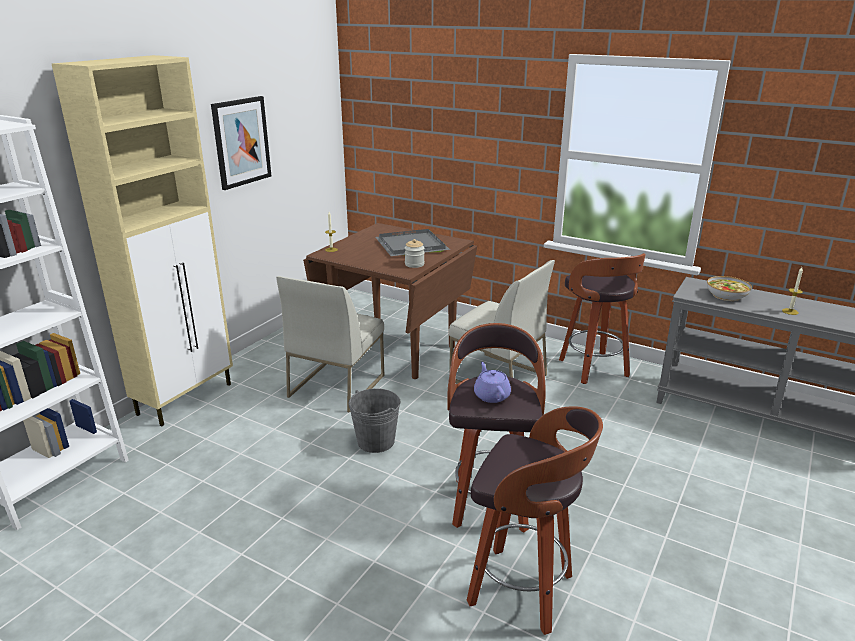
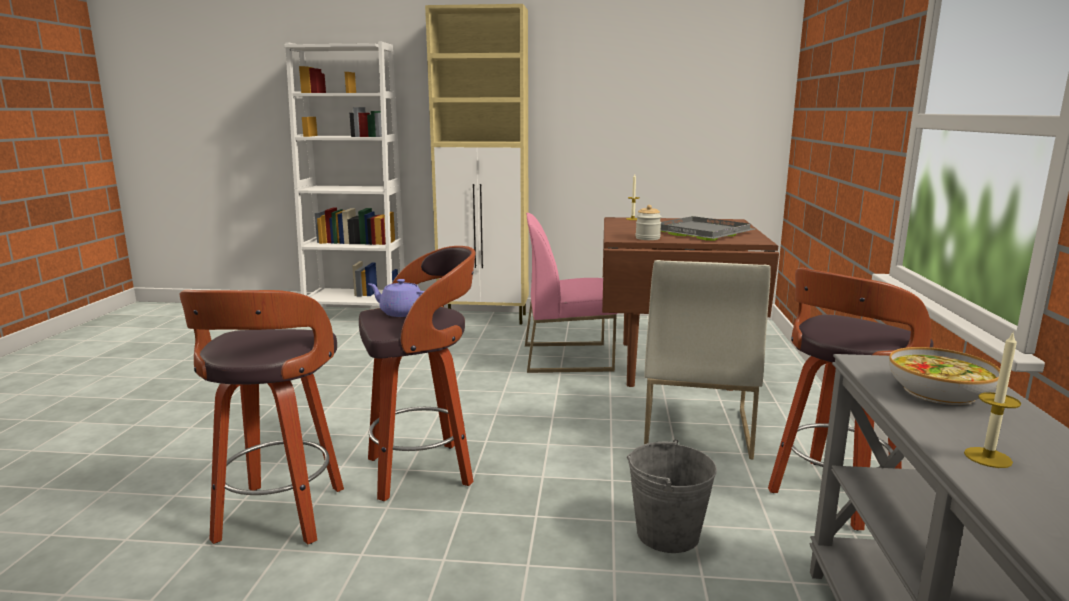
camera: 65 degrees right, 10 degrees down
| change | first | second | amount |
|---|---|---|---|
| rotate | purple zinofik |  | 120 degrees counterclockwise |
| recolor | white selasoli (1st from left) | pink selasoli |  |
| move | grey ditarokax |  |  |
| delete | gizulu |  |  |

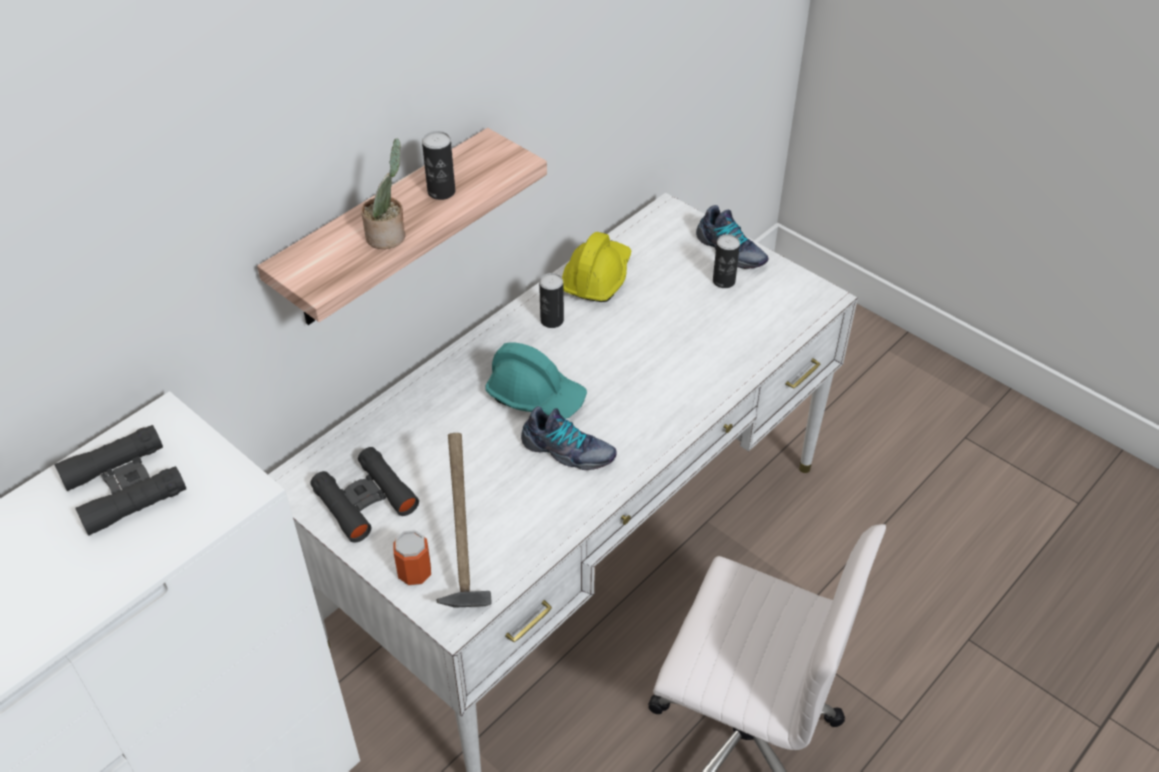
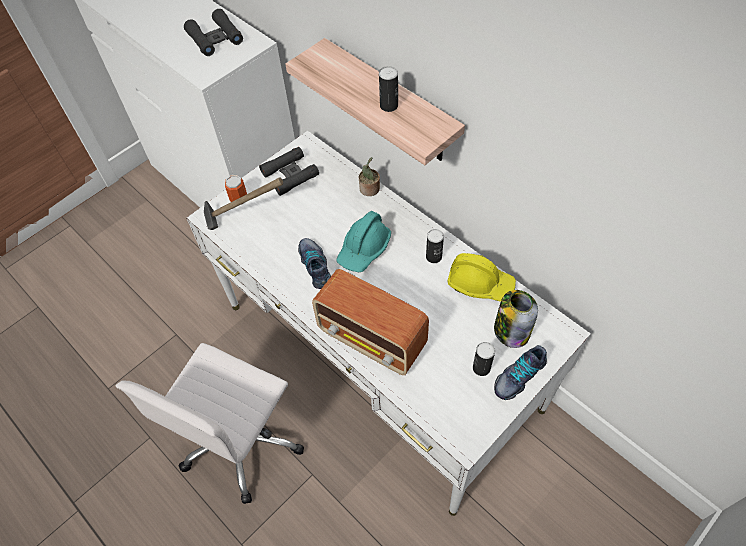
camera: 95 degrees right, 10 degrees up
| change | first | second | amount |
|---|---|---|---|
| rotate | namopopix (1st from left) |  | 135 degrees clockwise |
| insert |  | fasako |  |
| move | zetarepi |  |  |
| insert |  | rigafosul |  |

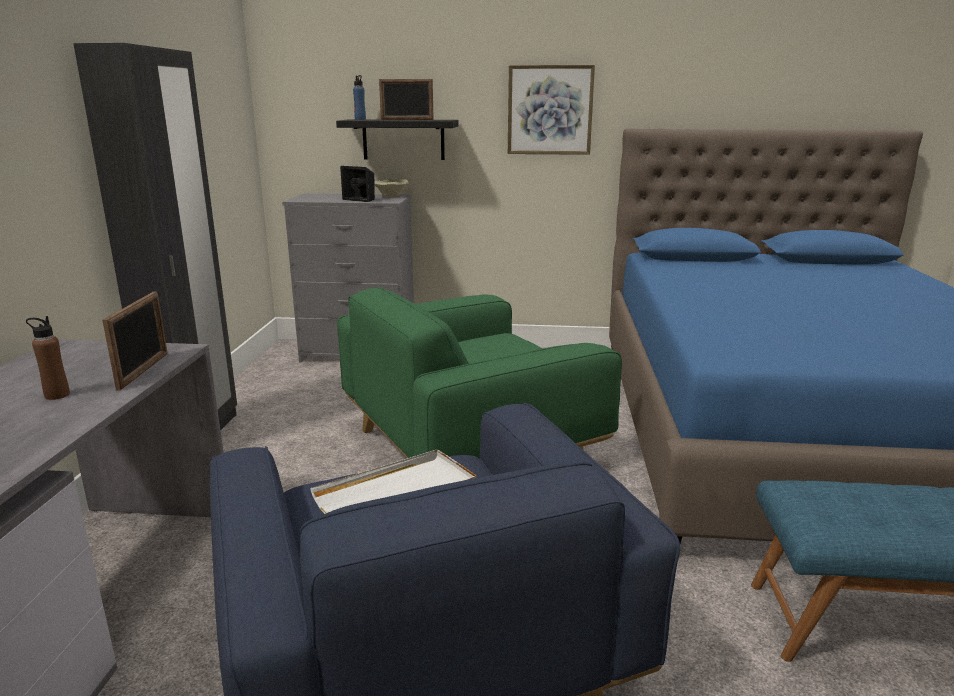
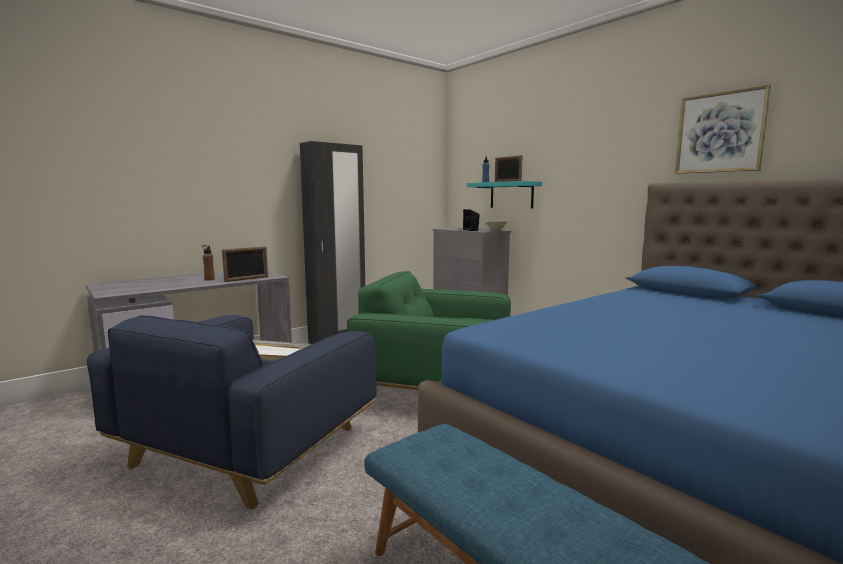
camera: 45 degrees right, 10 degrees down
| change | first | second | amount |
|---|---|---|---|
| recolor | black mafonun | turquoise mafonun |  |
| move | gizulu |  |  |

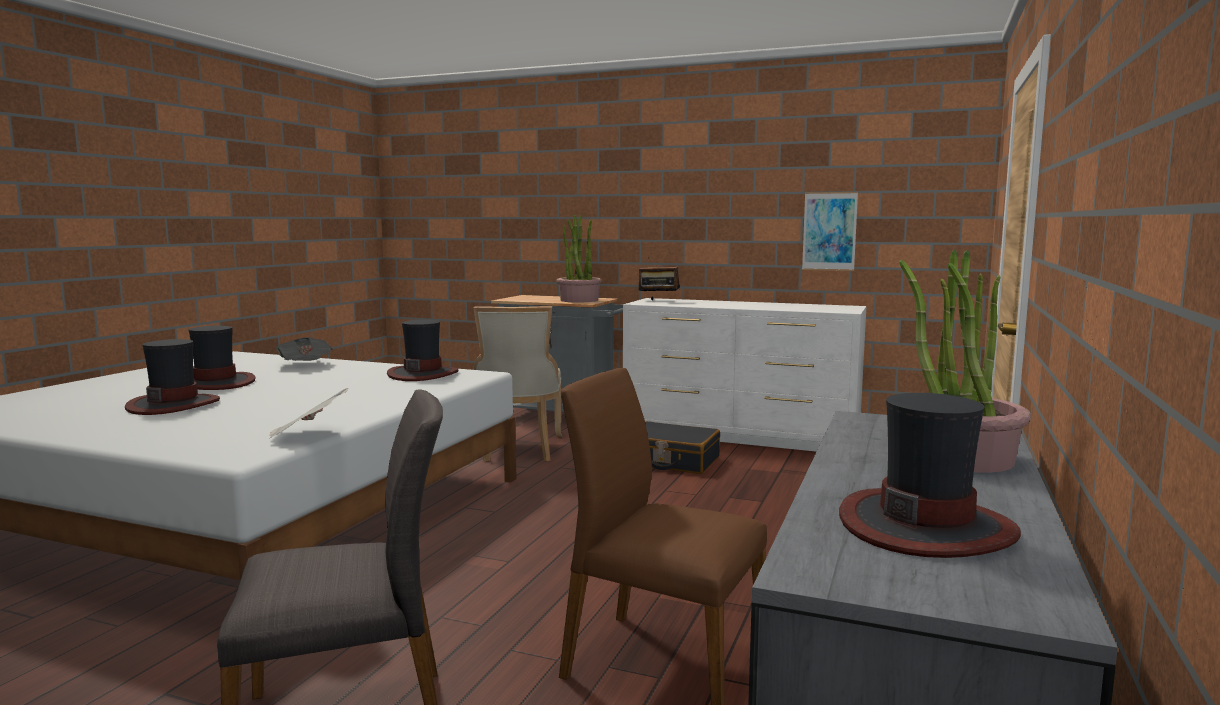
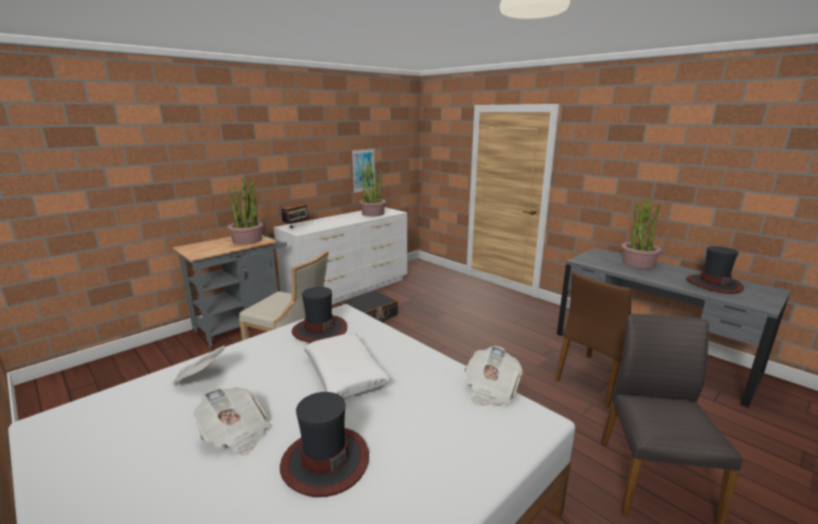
camera: 65 degrees left, 10 degrees up
| change | first | second | amount |
|---|---|---|---|
| replace | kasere (2nd from left) | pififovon (2nd from left) |  |
| insert |  | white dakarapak |  |
| insert |  | zetarepi (2nd from left) |  |

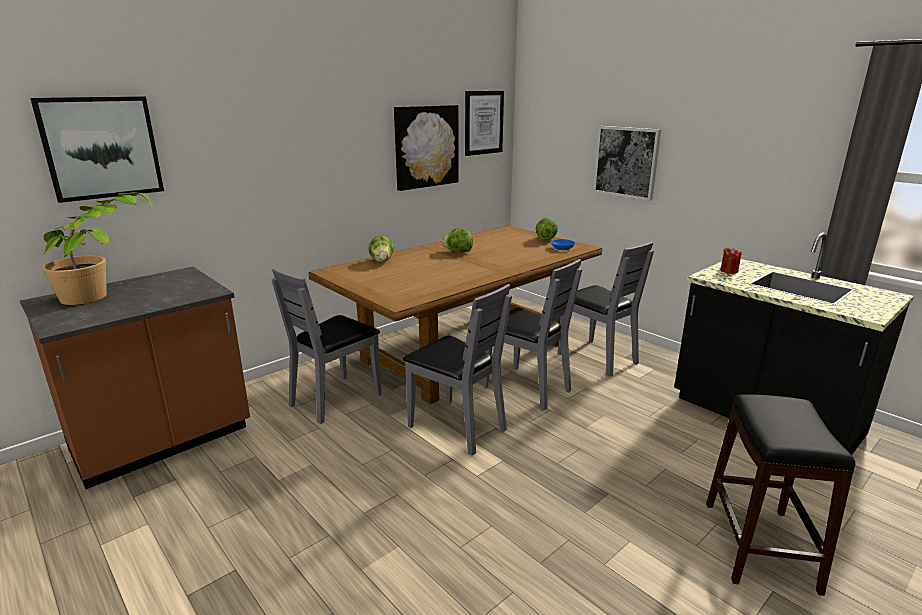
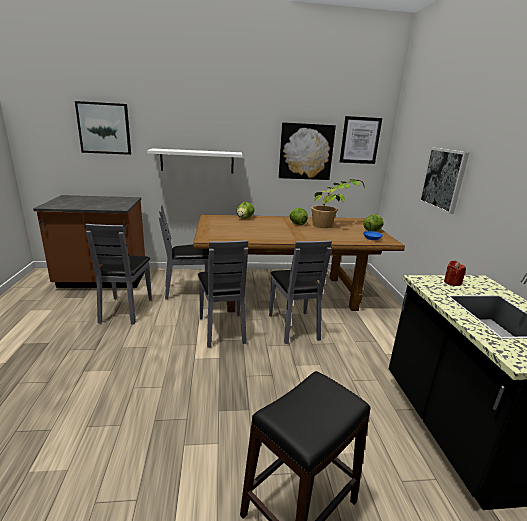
camera: 35 degrees right, 0 degrees up
| change | first | second | amount |
|---|---|---|---|
| move | grey selasoli (4th from left in the first image) | grey selasoli (1st from left) |  |
| insert |  | white mafonun |  |
| move | zetarepi |  |  |

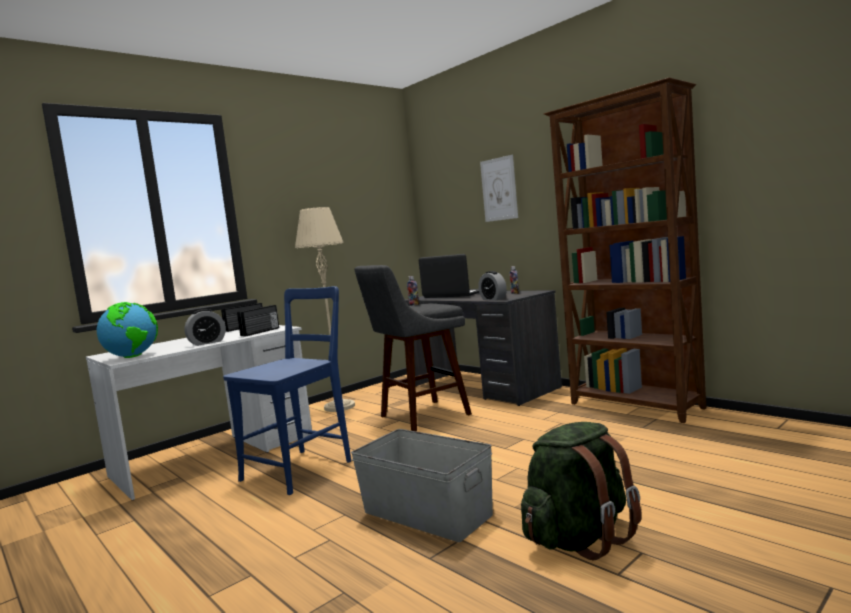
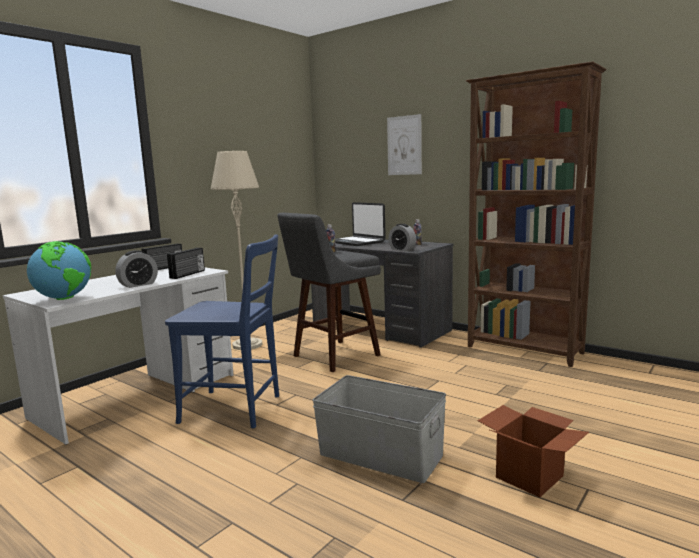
camera: 10 degrees left, 5 degrees up
| change | first | second | amount |
|---|---|---|---|
| rotate | blue selasoli |  | 75 degrees clockwise |
| rotate | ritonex |  | 150 degrees counterclockwise |
| replace | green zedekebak | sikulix |  |

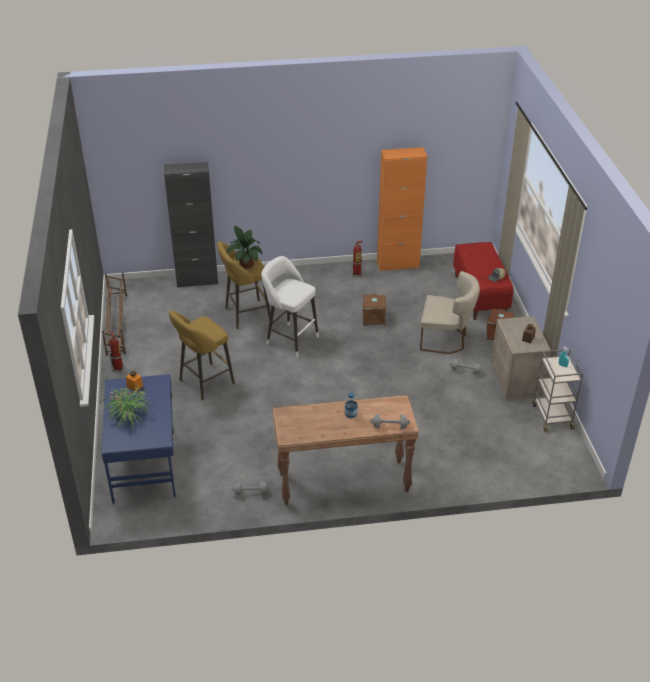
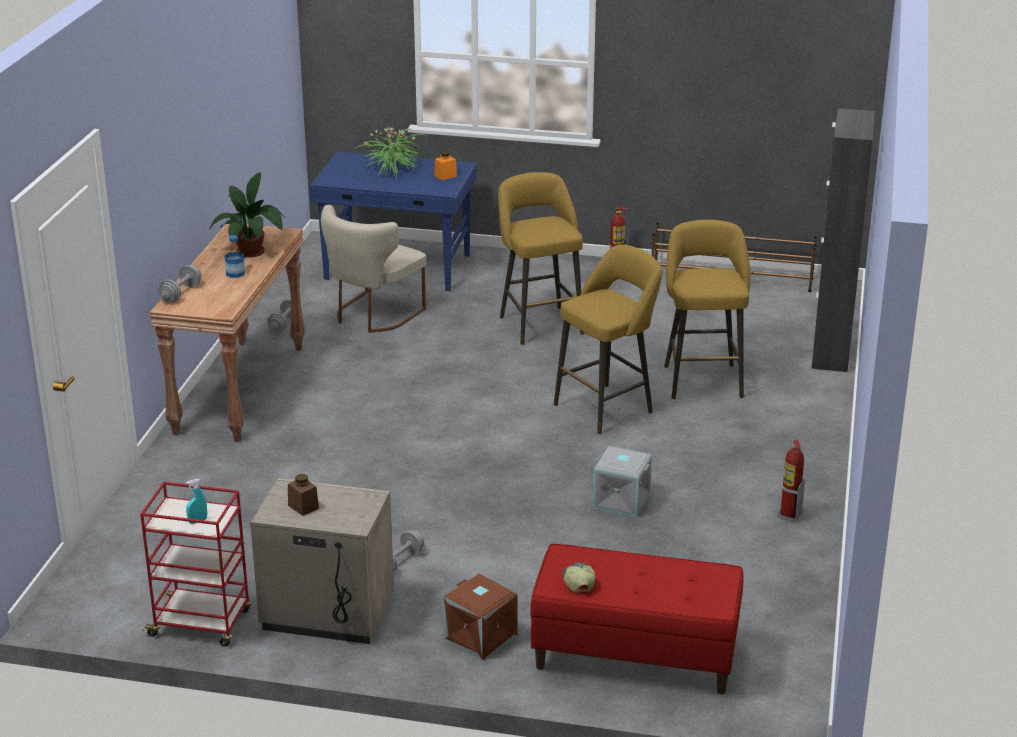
camera: 110 degrees right, 10 degrees down
| change | first | second | amount |
|---|---|---|---|
| recolor | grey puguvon | red puguvon |  |
| move | zetarepi (2nd from left in the first image) | zetarepi (1st from left) |  |
| move | beige selasoli |  |  |
| recolor | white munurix | yellow munurix (2nd from left) |  |
| recolor | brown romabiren (1st from left) | grey romabiren |  |
| delete | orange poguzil |  |  |

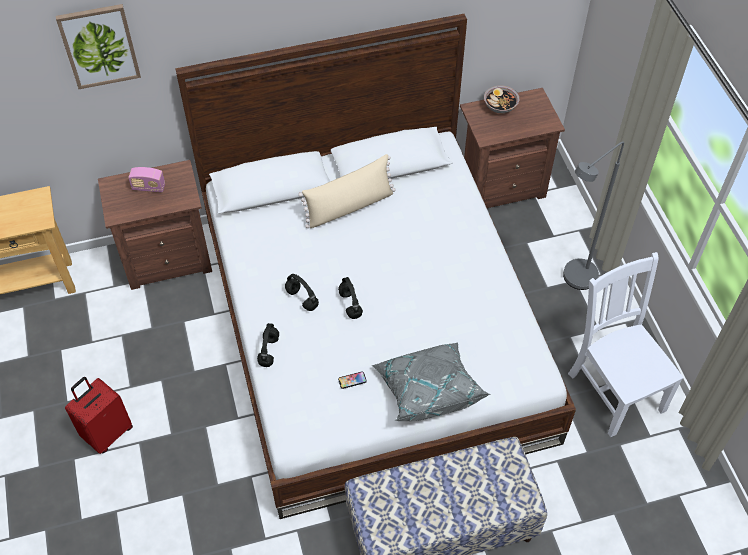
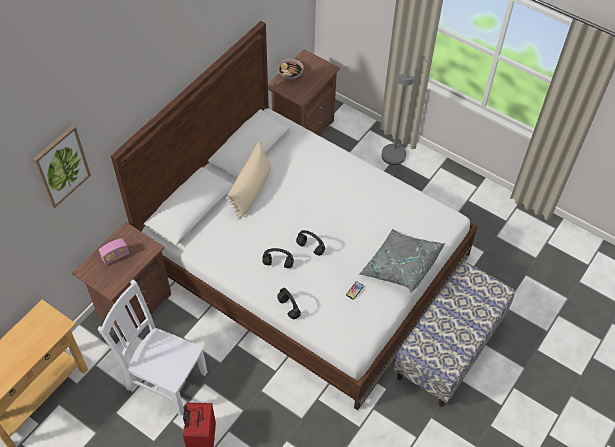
camera: 40 degrees left, 0 degrees up
| change | first | second | amount |
|---|---|---|---|
| move | white selasoli |  |  |

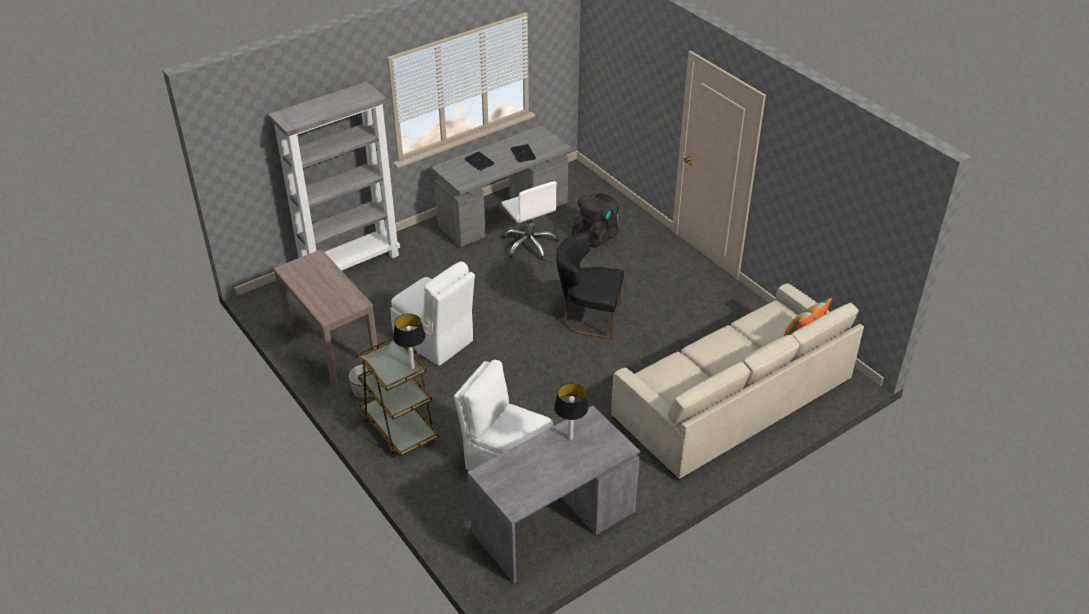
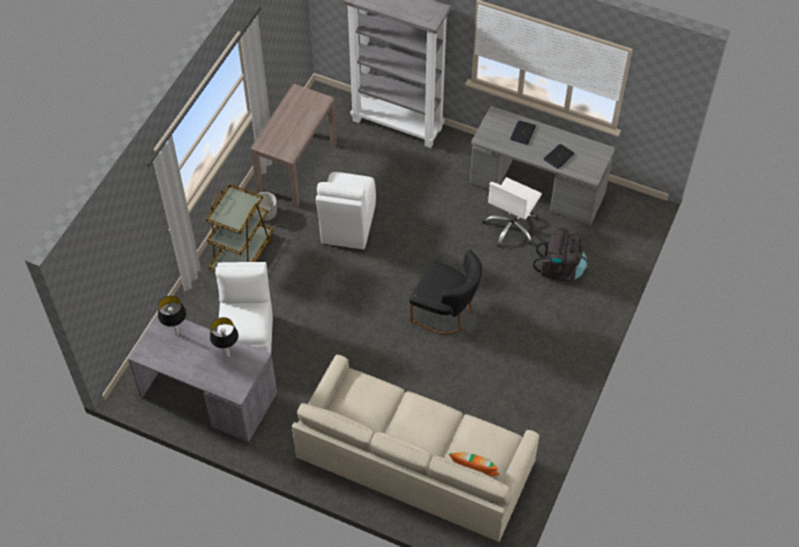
camera: 60 degrees right, 15 degrees up
| change | first | second | amount |
|---|---|---|---|
| move | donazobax (1st from left) |  |  |
| rotate | black selasoli |  | 135 degrees clockwise |

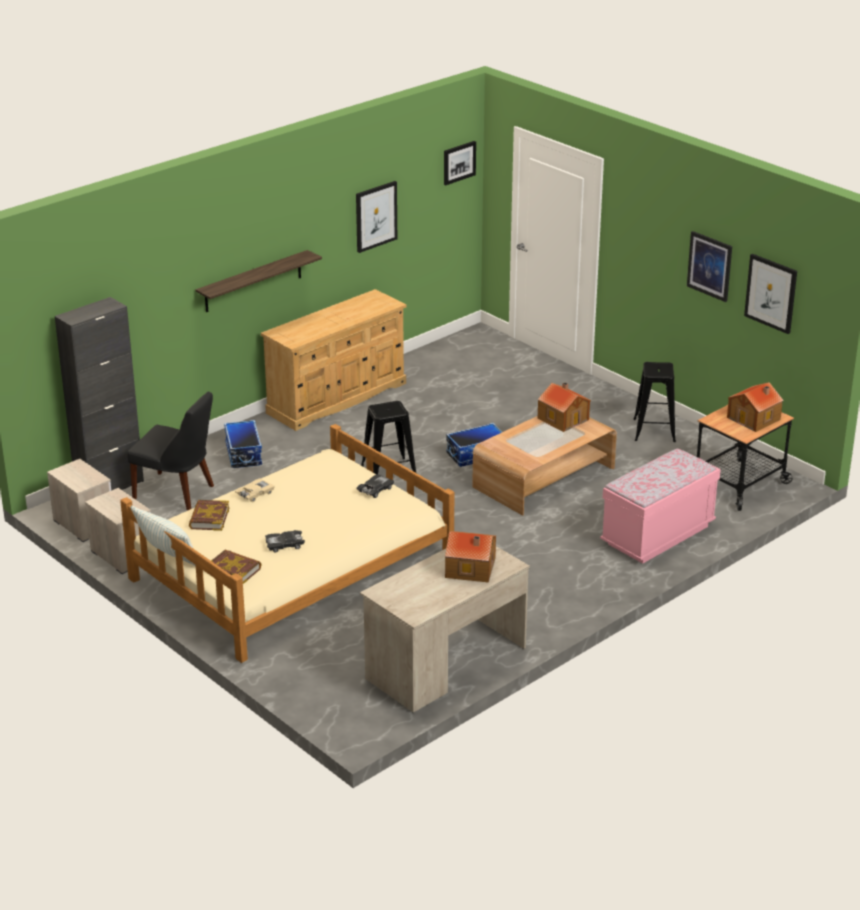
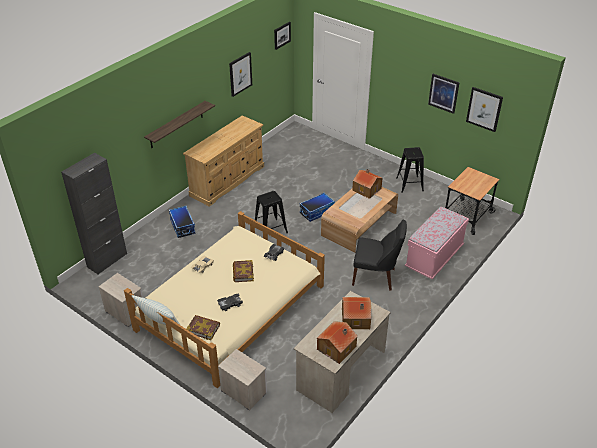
camera: 10 degrees left, 10 degrees up
| change | first | second | amount |
|---|---|---|---|
| move | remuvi (1st from left in the first image) | remuvi (2nd from left) |  |
| move | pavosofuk (1st from left in the first image) | pavosofuk (2nd from left) |  |
| move | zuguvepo (3rd from left in the first image) | zuguvepo (1st from left) |  |
| move | black selasoli |  |  |

